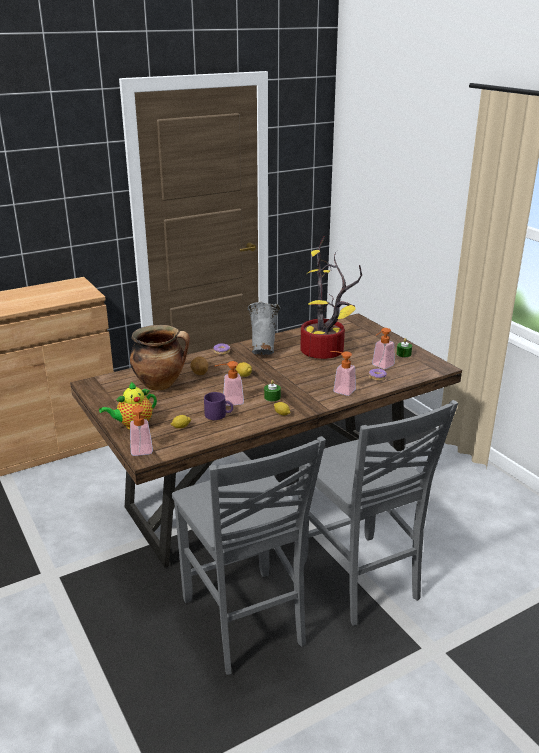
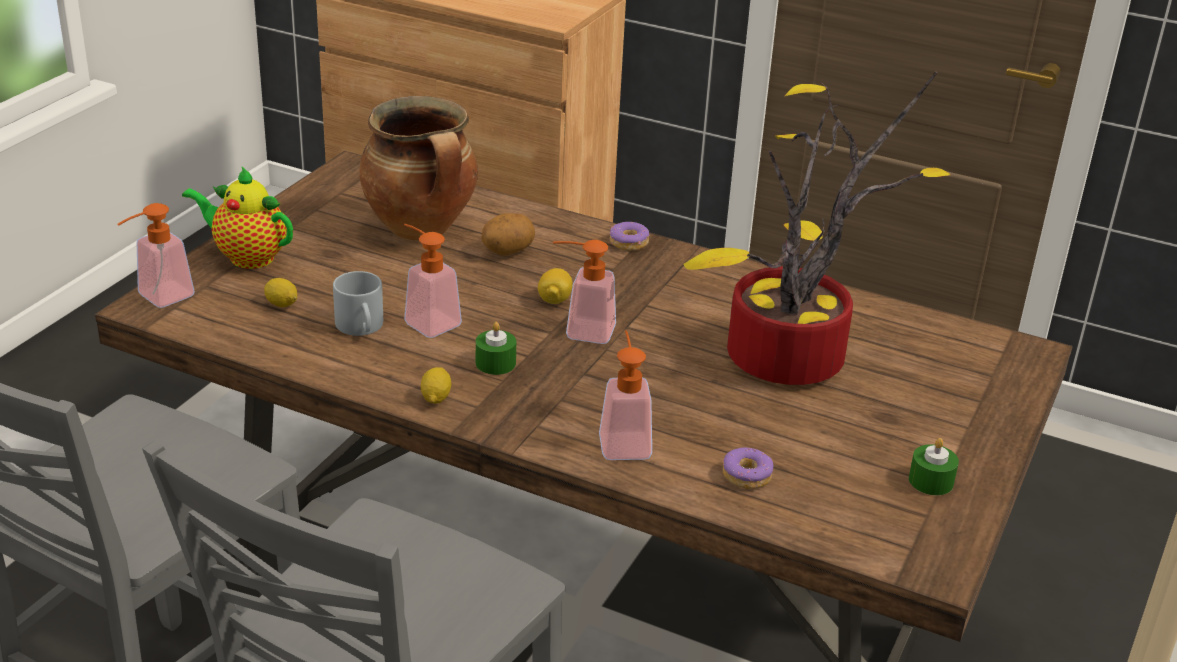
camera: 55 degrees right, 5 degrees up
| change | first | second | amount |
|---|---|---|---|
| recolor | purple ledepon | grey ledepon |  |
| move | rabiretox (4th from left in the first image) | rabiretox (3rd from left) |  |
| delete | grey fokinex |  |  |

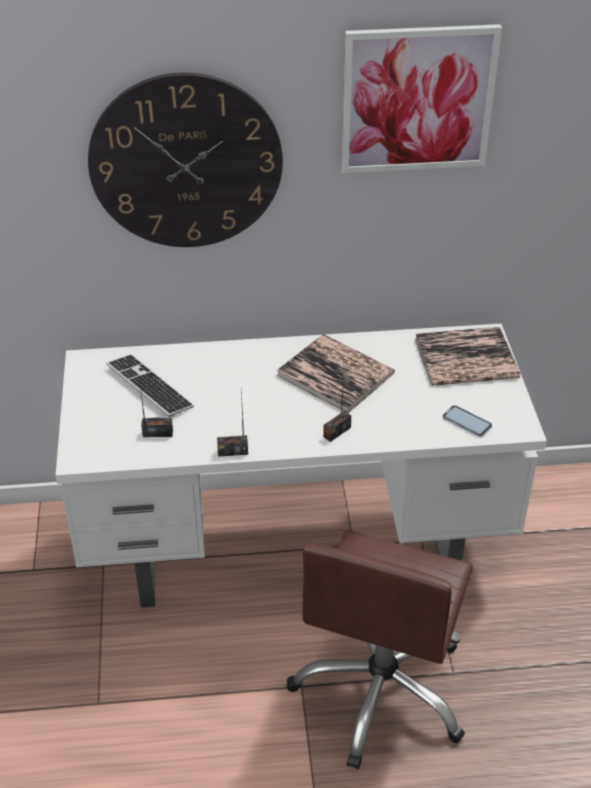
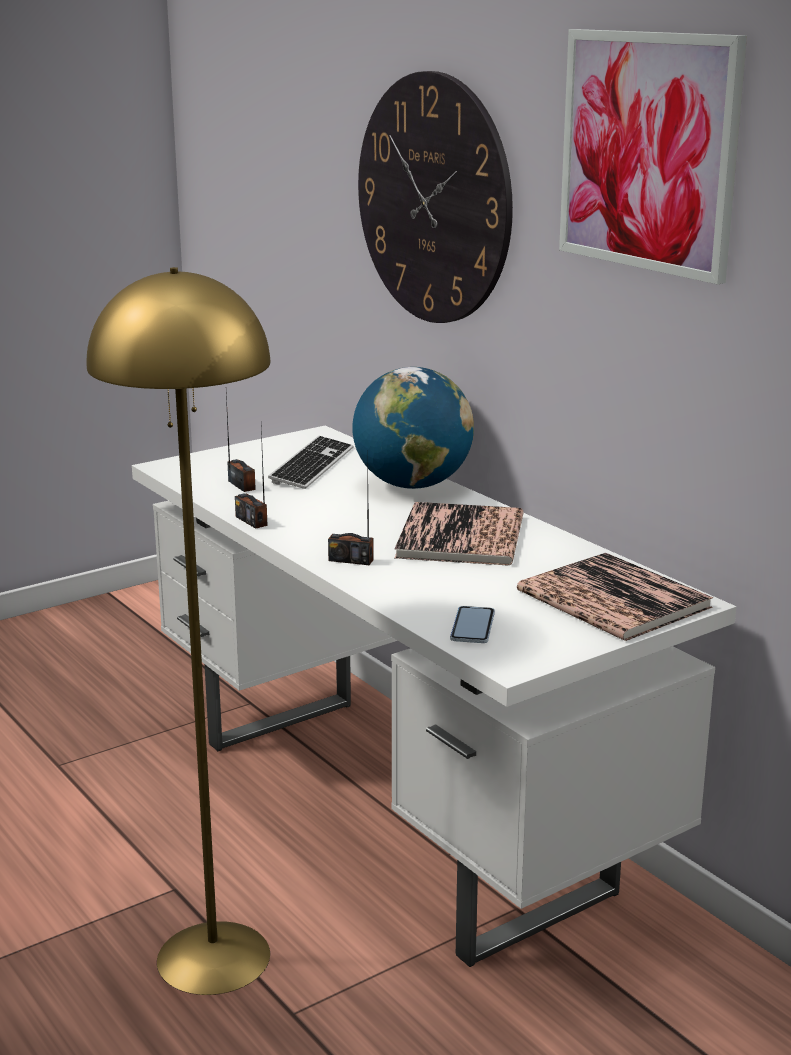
camera: 60 degrees right, 20 degrees down
| change | first | second | amount |
|---|---|---|---|
| replace | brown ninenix | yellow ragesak |  |
| insert |  | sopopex |  |

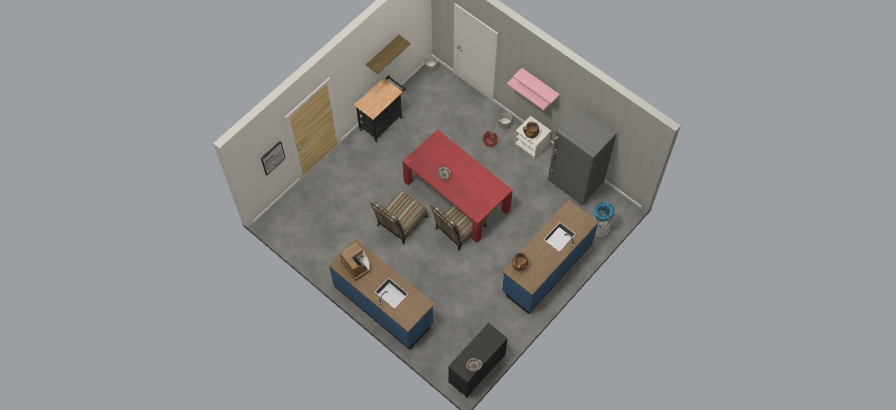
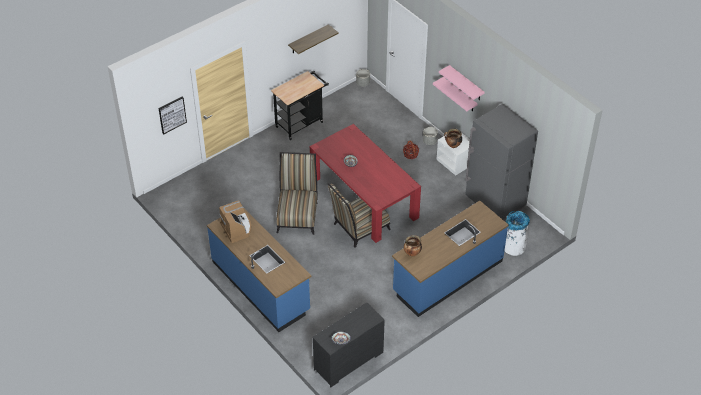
camera: 10 degrees right, 15 degrees down
| change | first | second | amount |
|---|---|---|---|
| rotate | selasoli (1st from left) |  | 135 degrees clockwise |

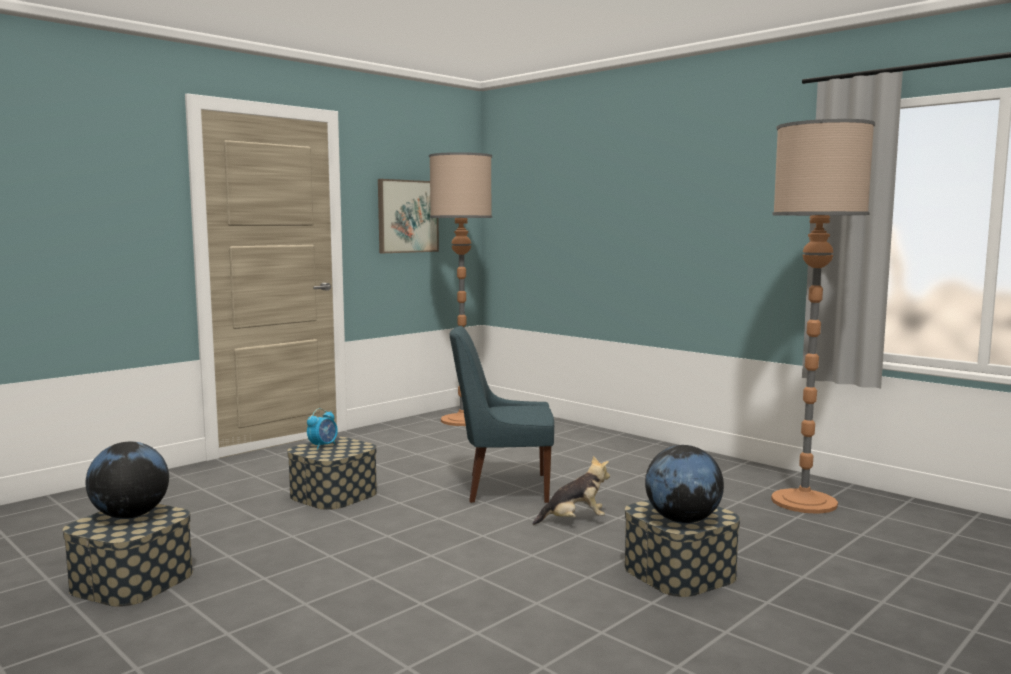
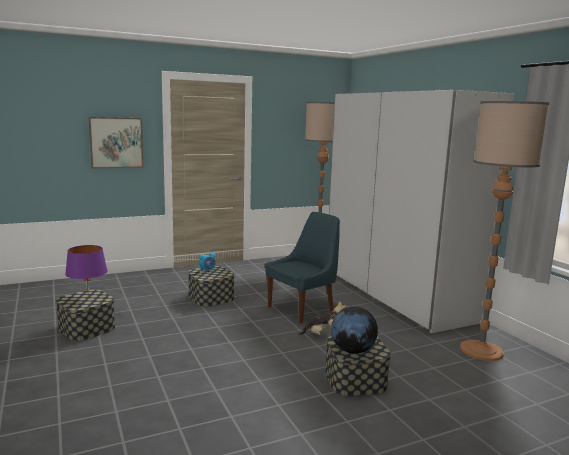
camera: 20 degrees right, 5 degrees up
| change | first | second | amount |
|---|---|---|---|
| replace | sopopex (1st from left) | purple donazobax |  |
| move | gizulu |  |  |
| rotate | blue selasoli |  | 120 degrees clockwise |
| insert |  | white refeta |  |

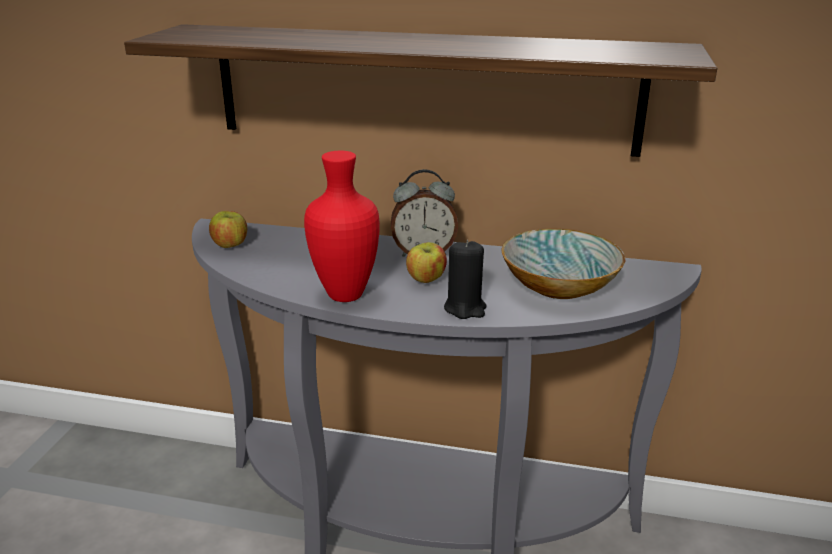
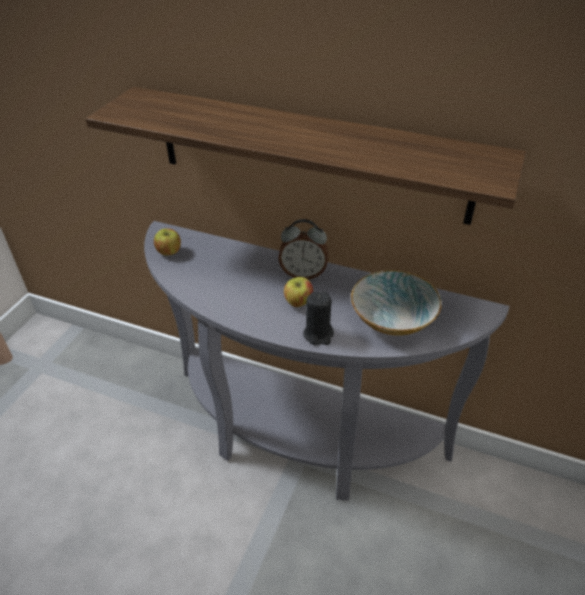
camera: 10 degrees right, 15 degrees up
| change | first | second | amount |
|---|---|---|---|
| delete | red fokinex |  |  |

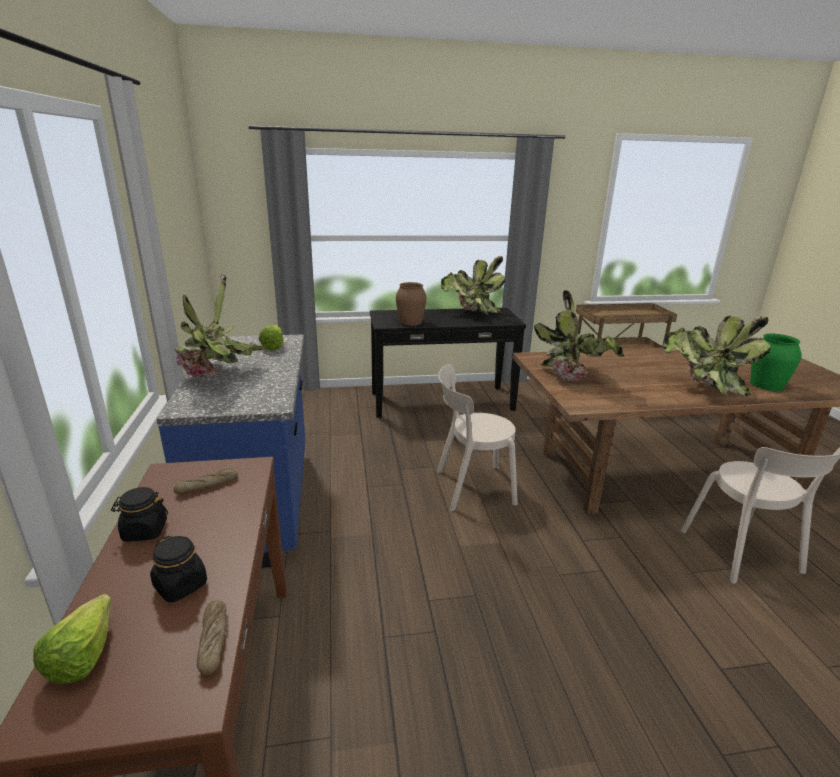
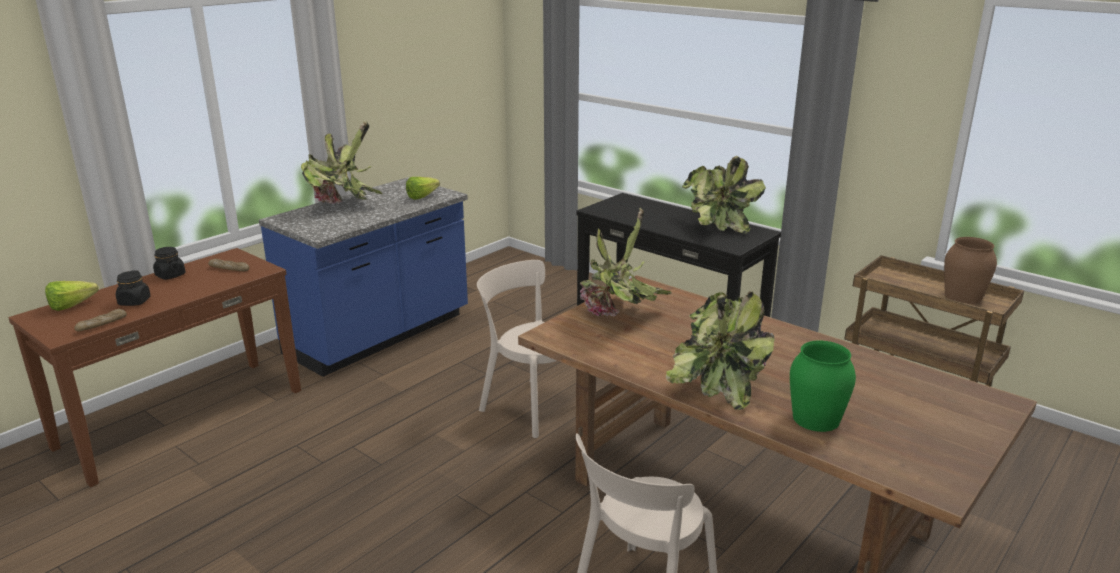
camera: 50 degrees right, 0 degrees up
| change | first | second | amount |
|---|---|---|---|
| move | brown fokinex |  |  |

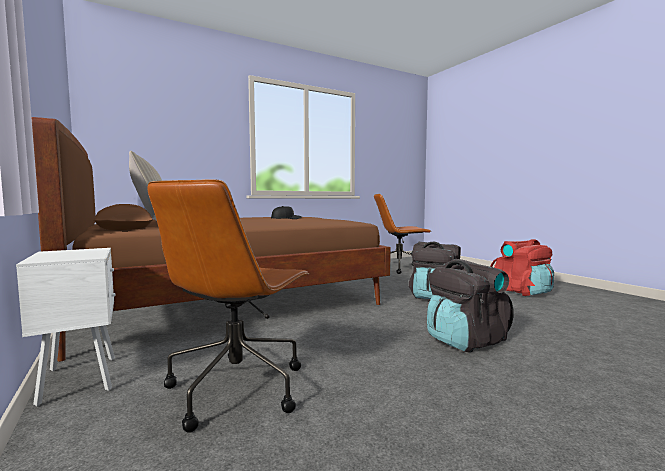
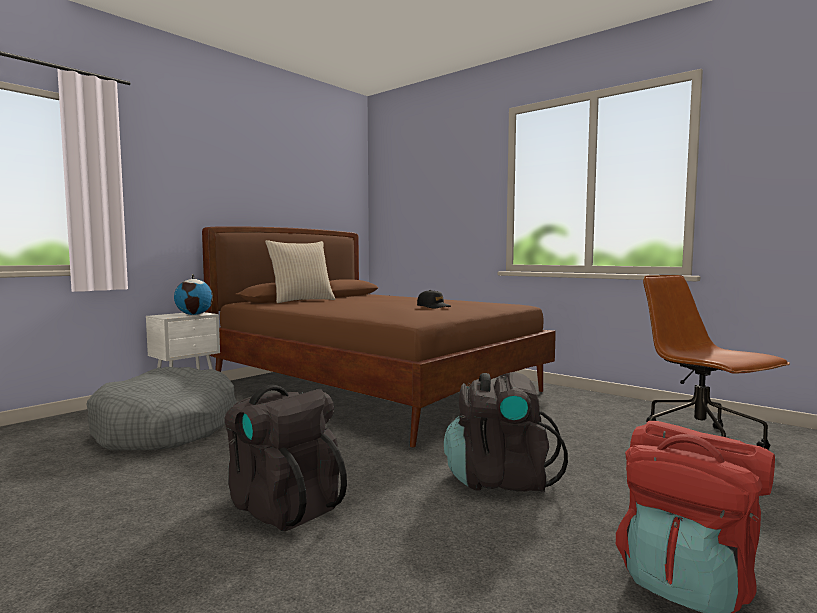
camera: 70 degrees right, 0 degrees up
| change | first | second | amount |
|---|---|---|---|
| replace | brown ninenix (1st from left) | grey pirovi |  |
| insert |  | sopopex |  |

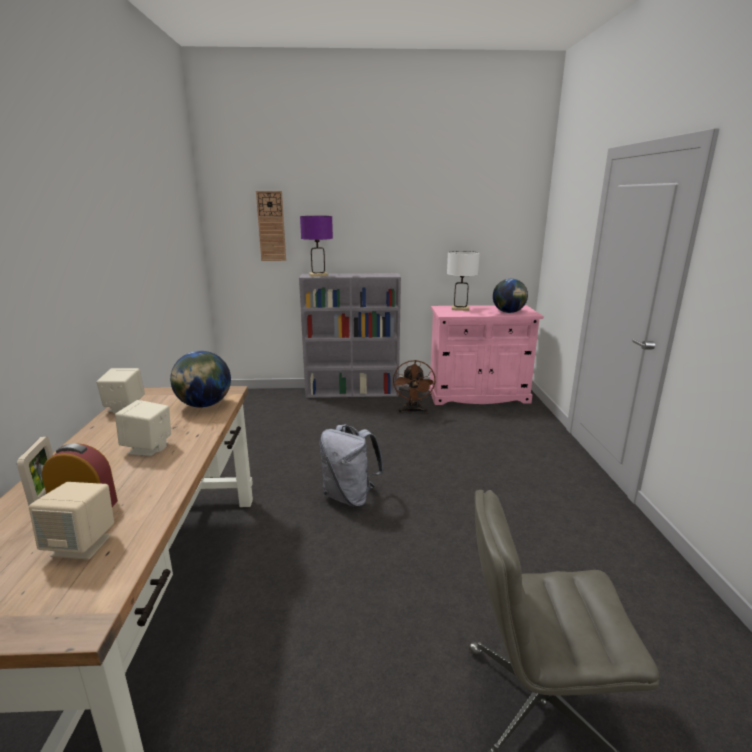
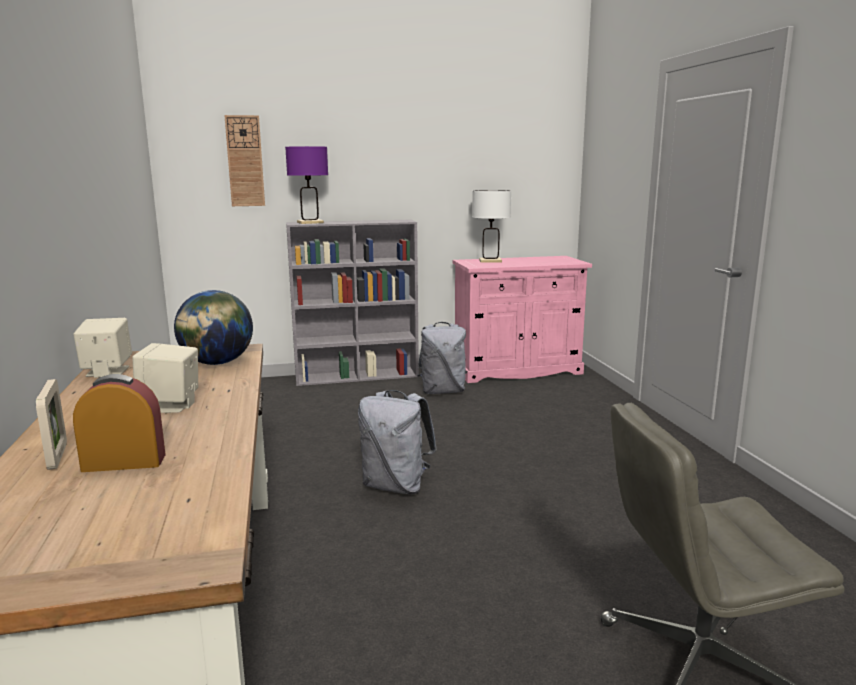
camera: 10 degrees left, 5 degrees down
| change | first | second | amount |
|---|---|---|---|
| replace | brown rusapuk | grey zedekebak (2nd from left) |  |
| delete | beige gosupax (1st from left) |  |  |
| delete | sopopex (2nd from left) |  |  |

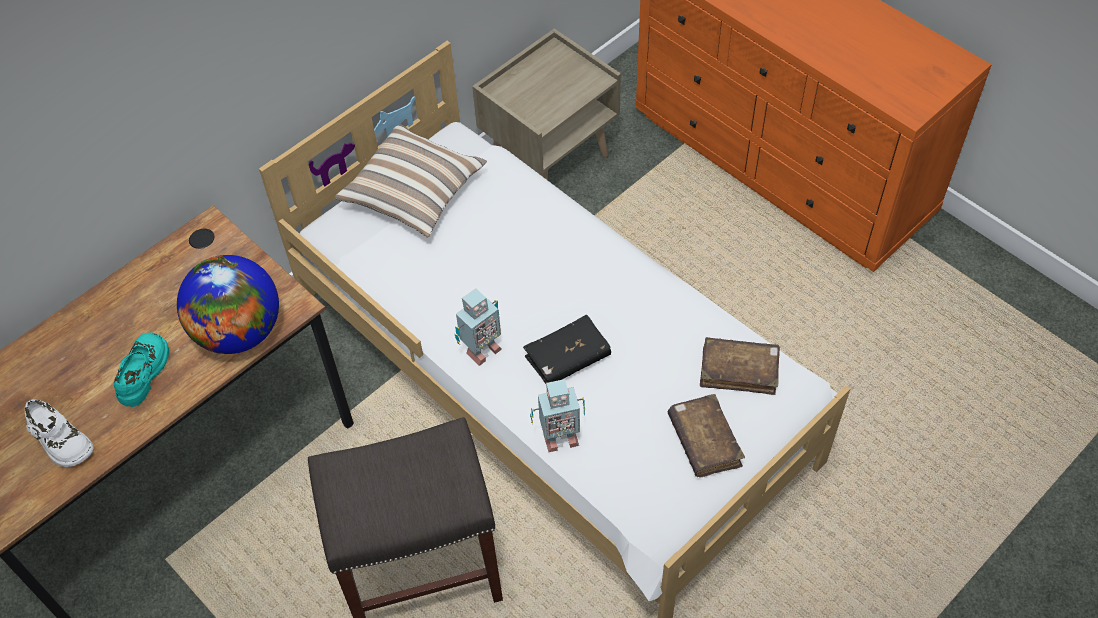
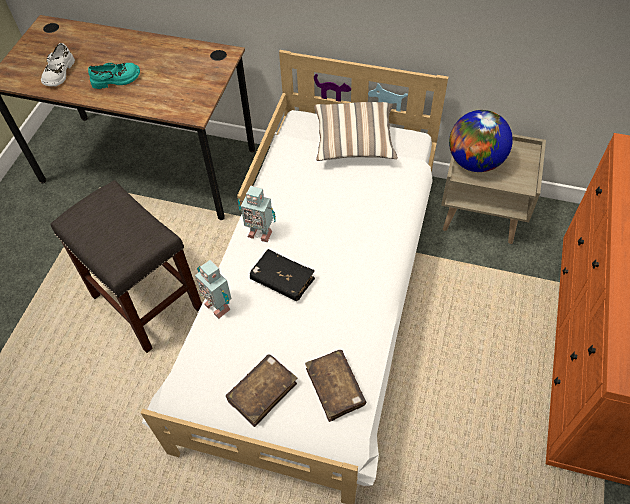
camera: 60 degrees right, 0 degrees up
| change | first | second | amount |
|---|---|---|---|
| move | sopopex |  |  |

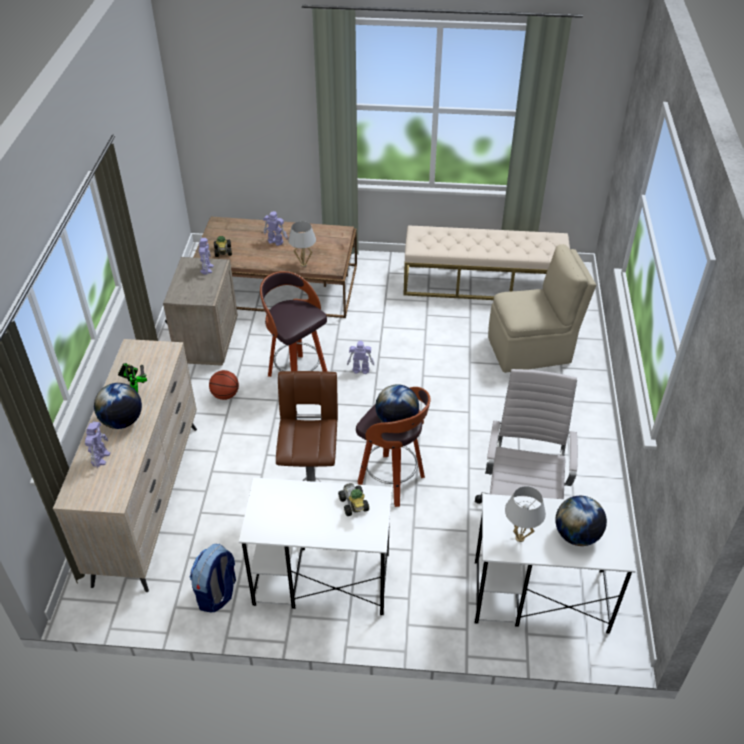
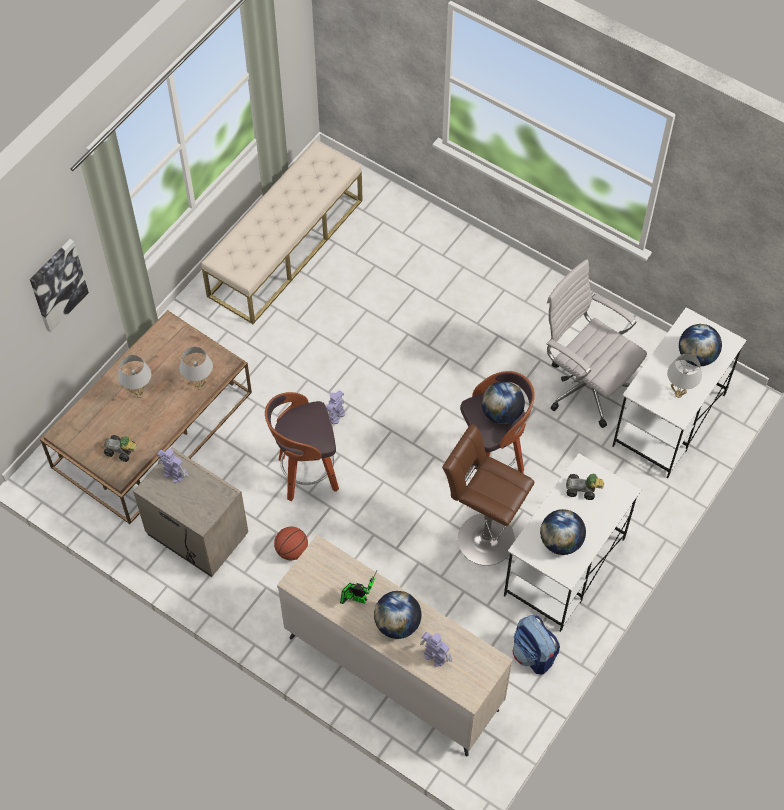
camera: 60 degrees left, 15 degrees up
| change | first | second | amount |
|---|---|---|---|
| insert |  | gizulu |  |
| replace | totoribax (4th from left) | white donazobax (1st from left) |  |
| insert |  | sopopex (3rd from left) |  |
| delete | beige selasoli |  |  |

